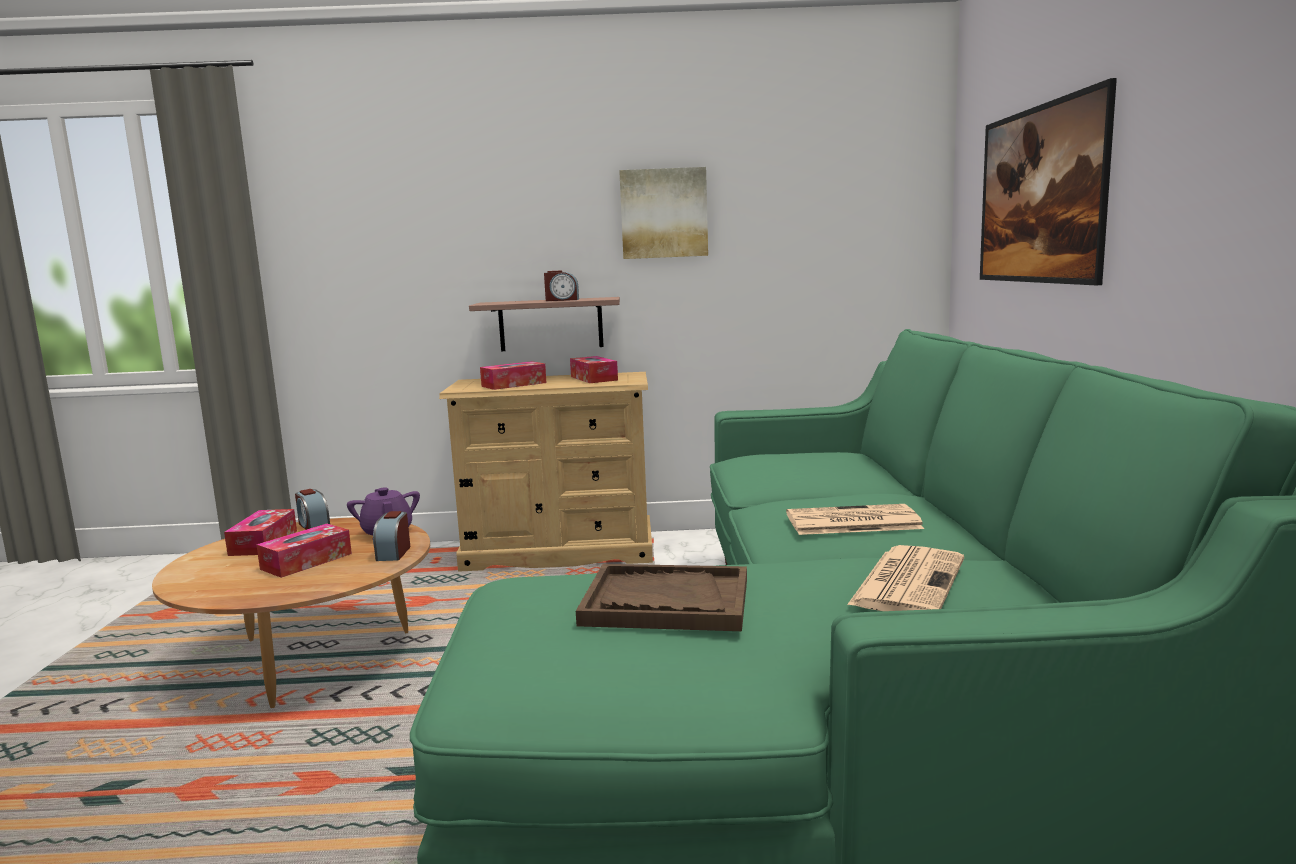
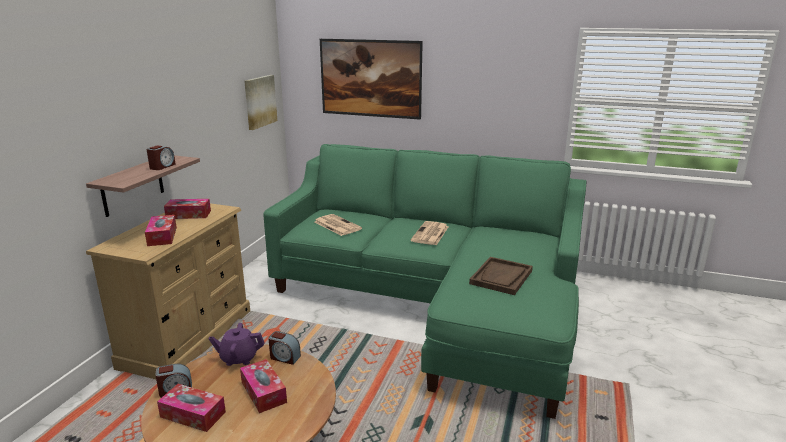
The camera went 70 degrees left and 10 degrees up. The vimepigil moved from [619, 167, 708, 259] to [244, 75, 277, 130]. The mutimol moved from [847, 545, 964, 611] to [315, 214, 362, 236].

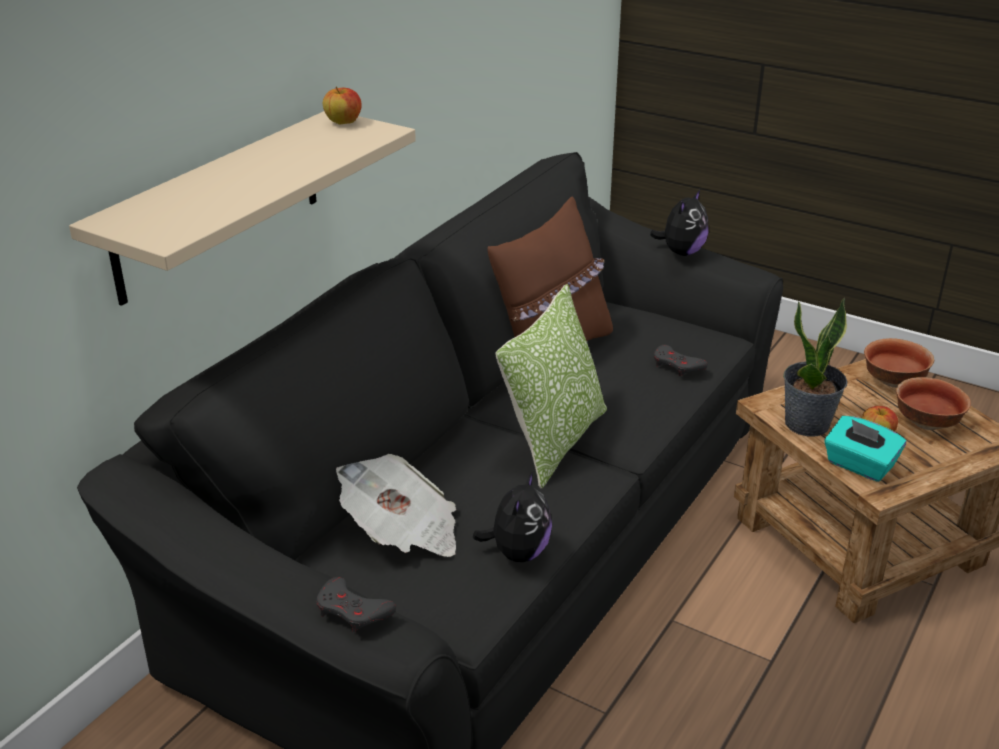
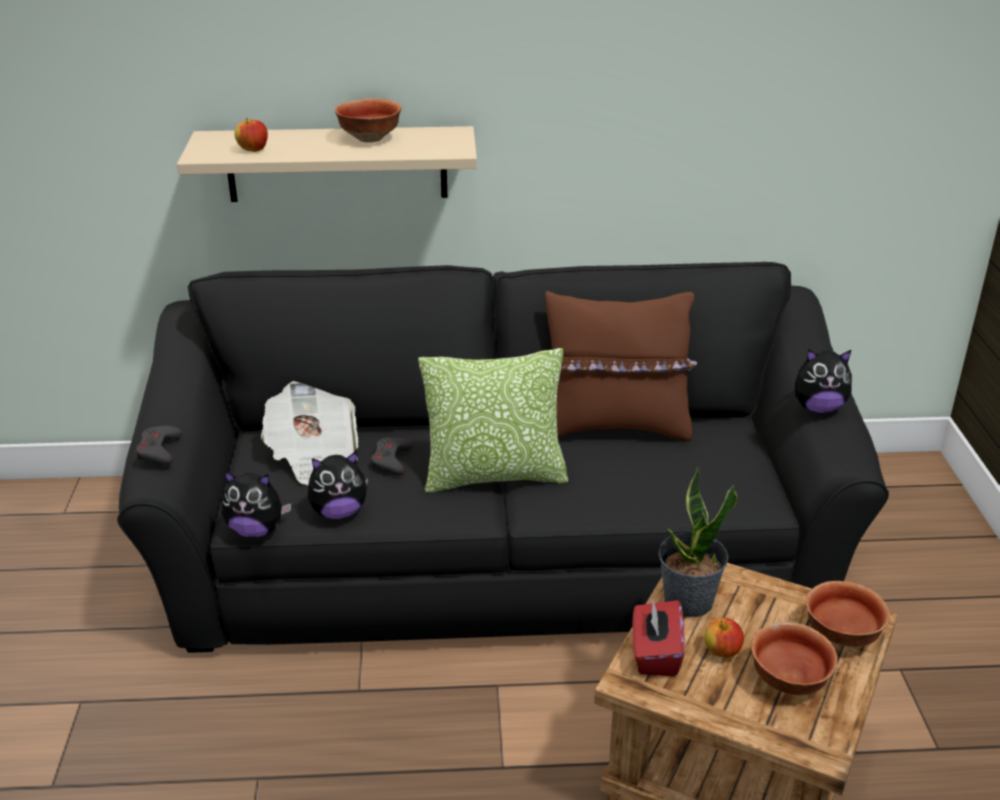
The camera went 55 degrees right and 0 degrees up. The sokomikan moved from [323, 87, 362, 124] to [234, 117, 268, 152]. The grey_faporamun moved from [654, 345, 708, 376] to [371, 437, 412, 476]. The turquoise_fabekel at [824, 416, 906, 482] became the red_fabekel at [632, 600, 685, 677]. The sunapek at [222, 471, 291, 537] appeared. The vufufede at [335, 98, 401, 143] appeared.

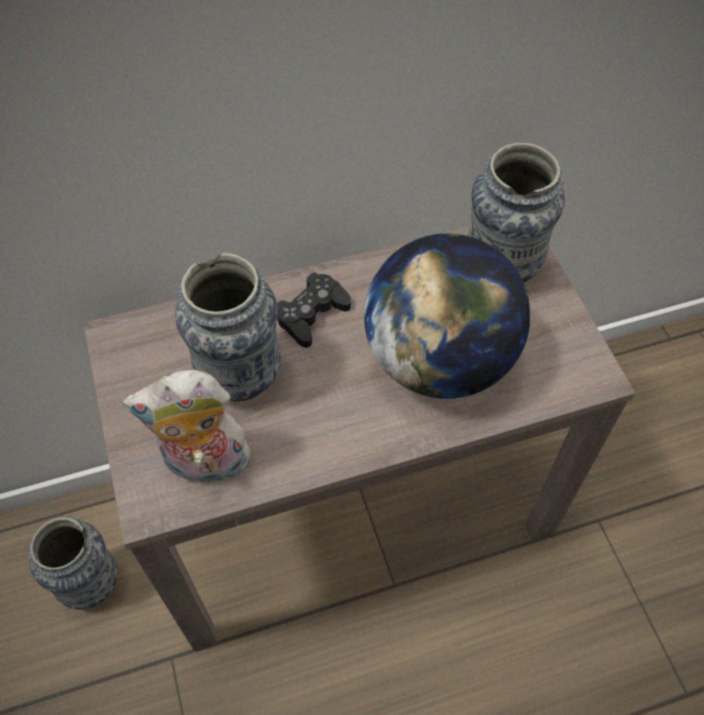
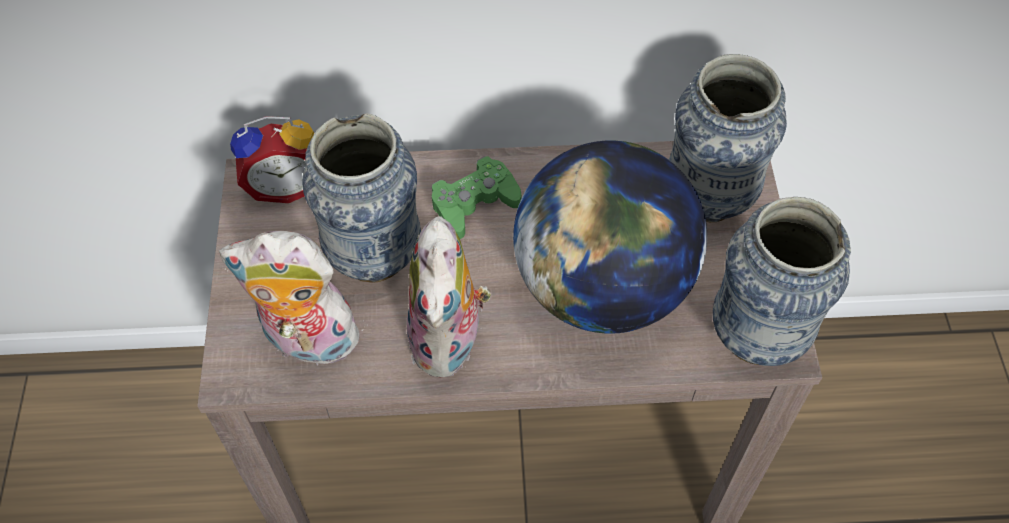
The camera went 15 degrees right and 0 degrees up. The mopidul moved from [28, 517, 118, 609] to [713, 197, 851, 366]. The black_faporamun at [277, 272, 351, 348] became the green_faporamun at [432, 156, 522, 239]. The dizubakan at [230, 116, 314, 203] appeared. The sunapek at [407, 216, 491, 378] appeared.

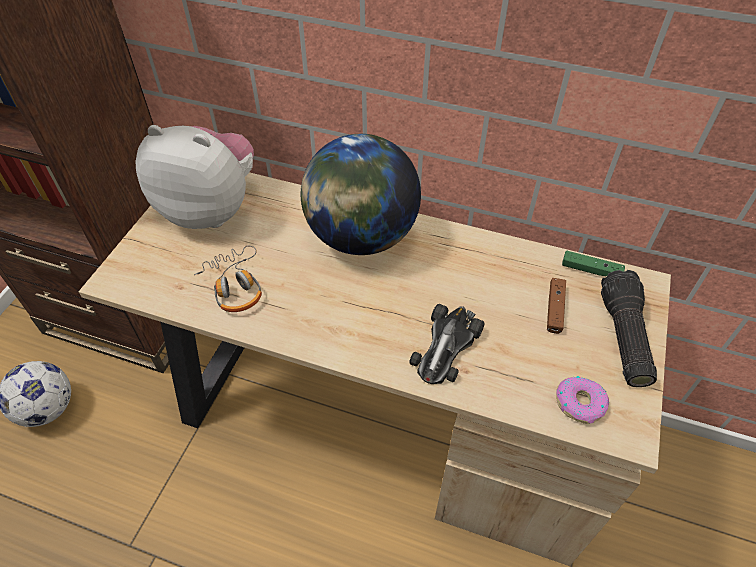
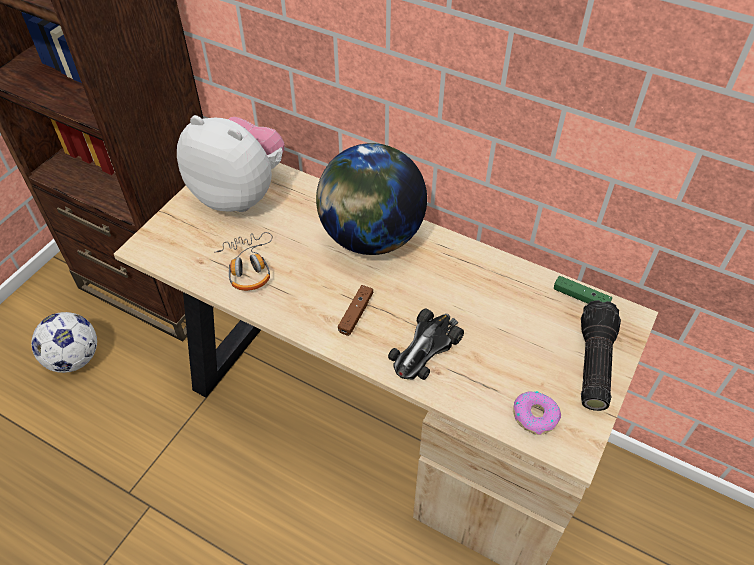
The camera went 10 degrees right and 0 degrees up. The brown_faporamun moved from [547, 278, 566, 334] to [338, 285, 373, 336].

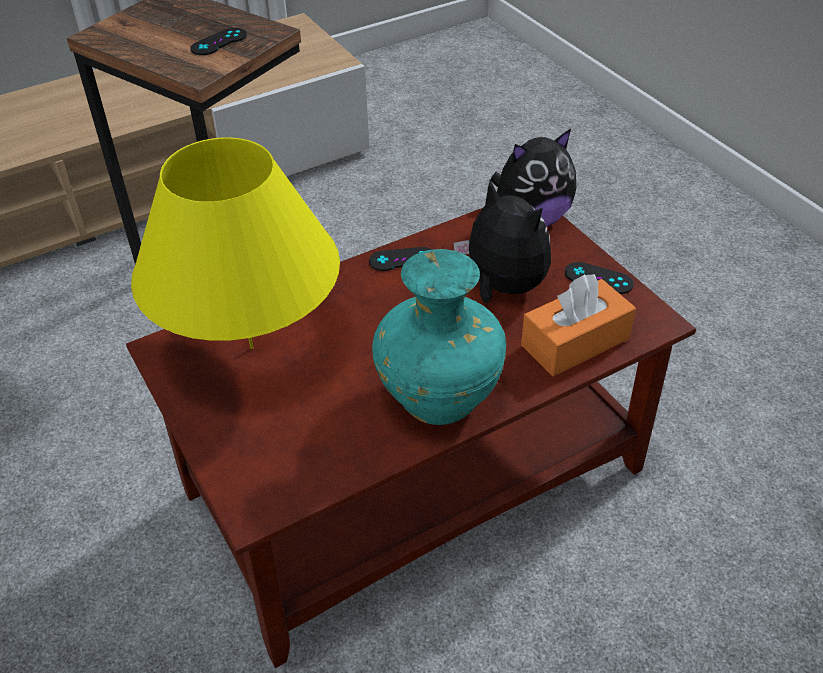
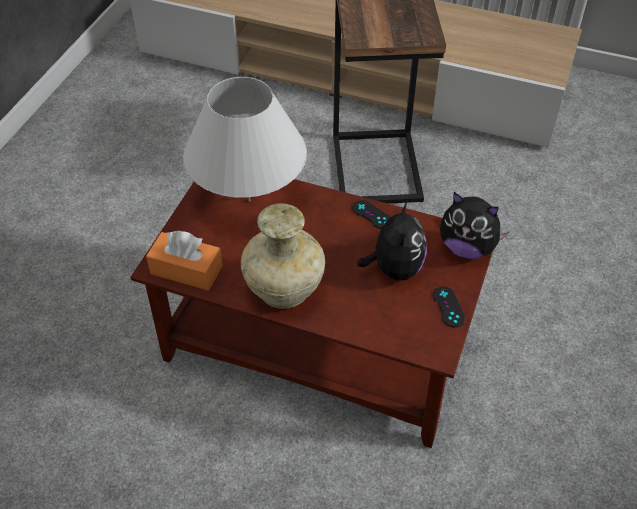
The camera went 50 degrees right and 5 degrees up. The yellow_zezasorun at [131, 137, 340, 349] became the white_zezasorun at [183, 77, 307, 201]. The black_faporamun at [190, 28, 247, 55] disappeared. The turquoise_mopidul at [372, 249, 506, 425] became the beige_mopidul at [241, 203, 325, 309]. The orange_fabekel moved from [521, 274, 636, 376] to [146, 231, 223, 291].

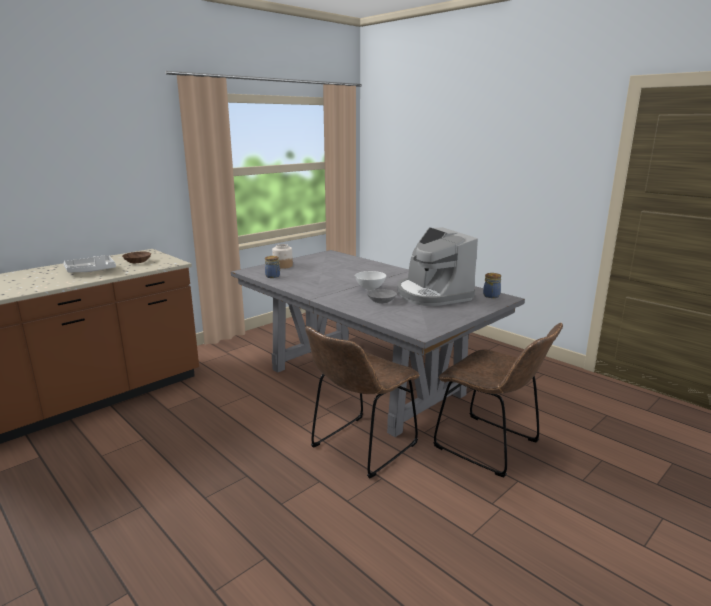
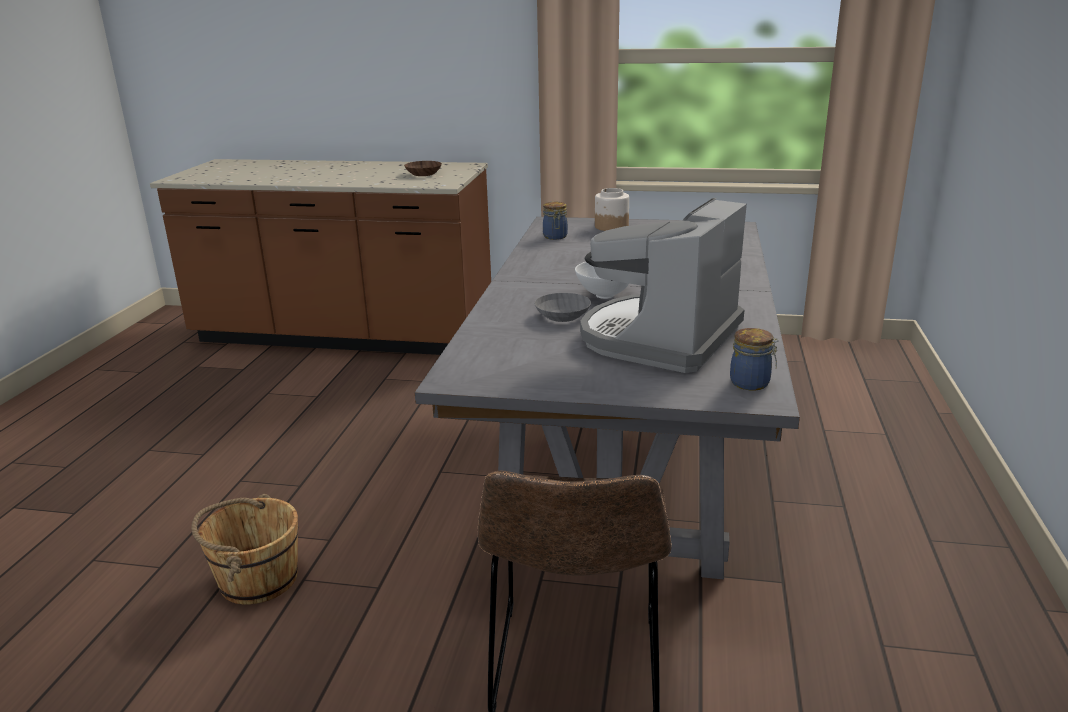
The camera went 55 degrees right and 5 degrees up. The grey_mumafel at [64, 255, 116, 272] disappeared. The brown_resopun at [305, 326, 420, 478] disappeared. The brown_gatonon at [191, 494, 298, 604] appeared.

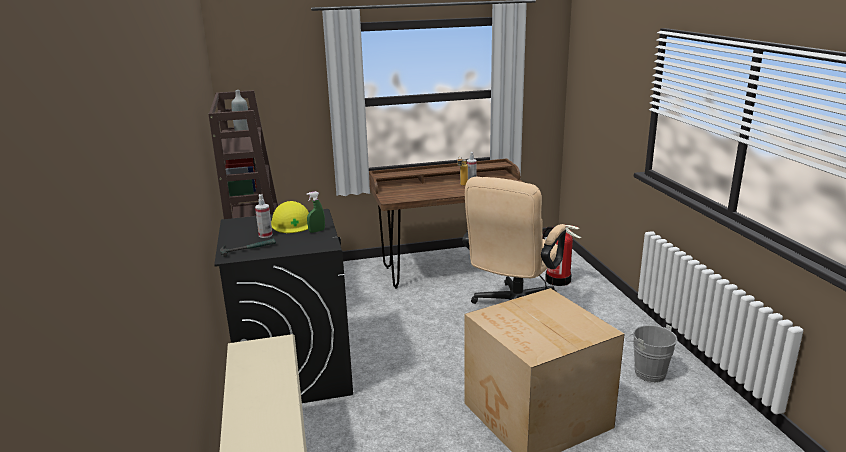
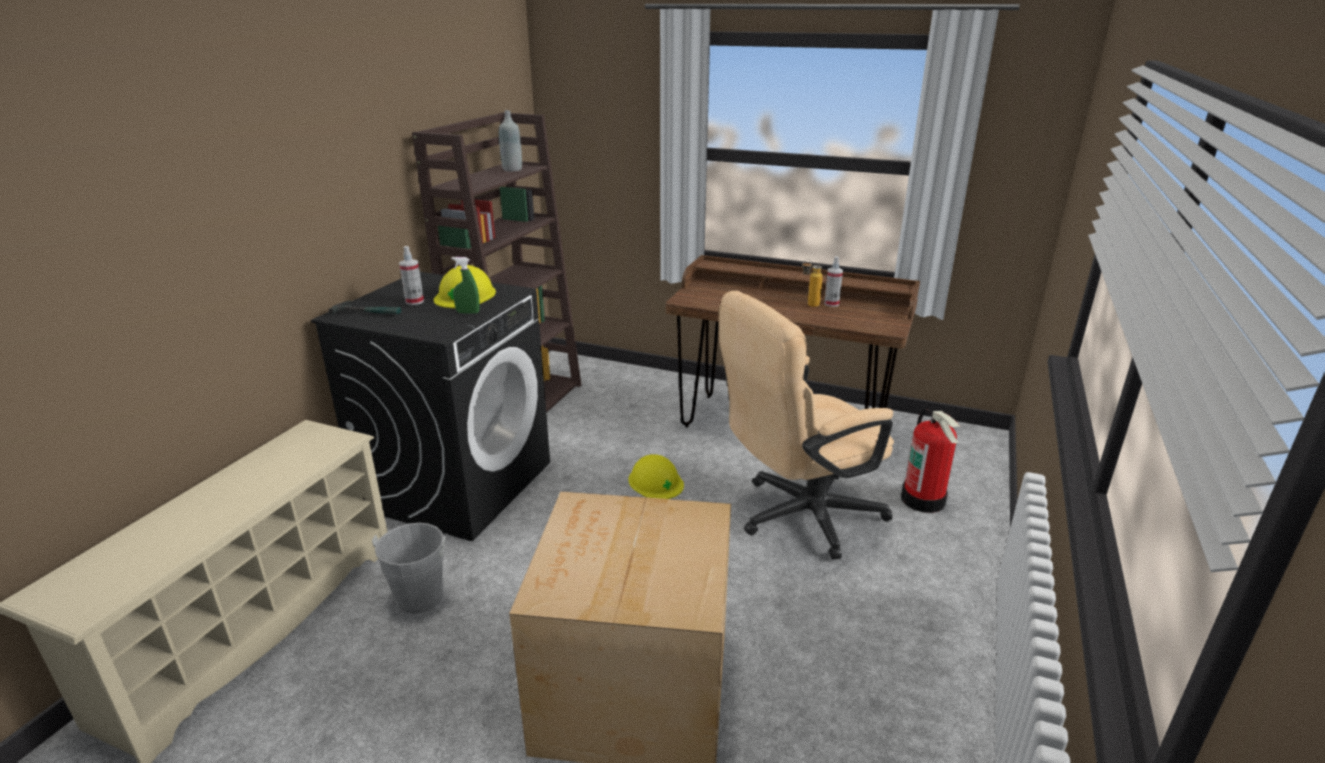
The camera went 35 degrees right and 5 degrees up. The grey_gatonon moved from [625, 324, 677, 383] to [372, 523, 450, 614]. The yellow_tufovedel at [628, 454, 684, 499] appeared.

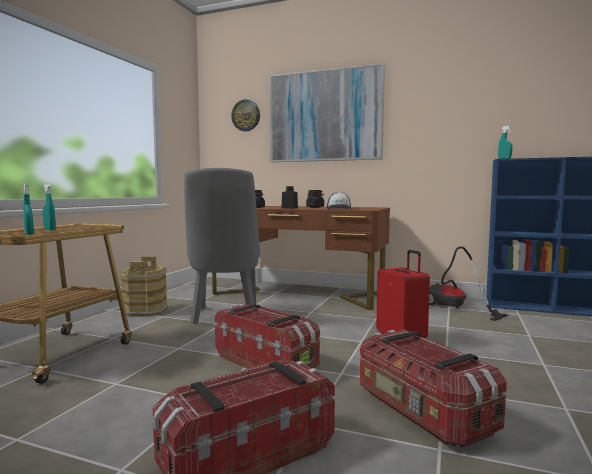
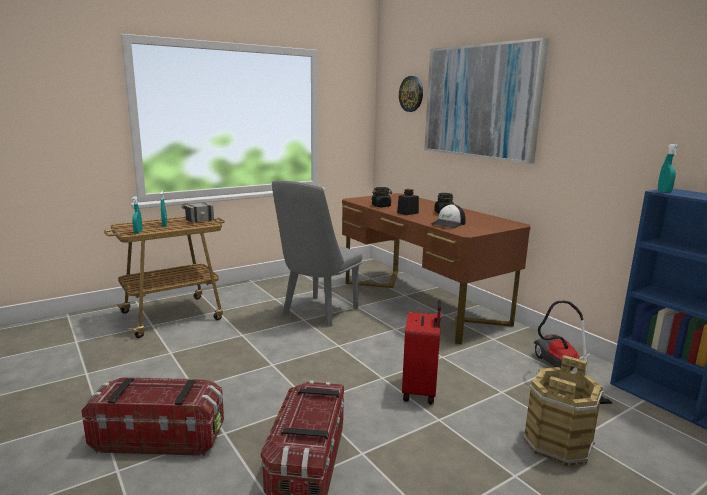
The camera went 35 degrees right and 10 degrees up. The brown_gatonon moved from [120, 256, 168, 317] to [523, 355, 604, 466]. The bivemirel at [215, 304, 320, 369] disappeared. The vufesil at [181, 203, 214, 223] appeared.

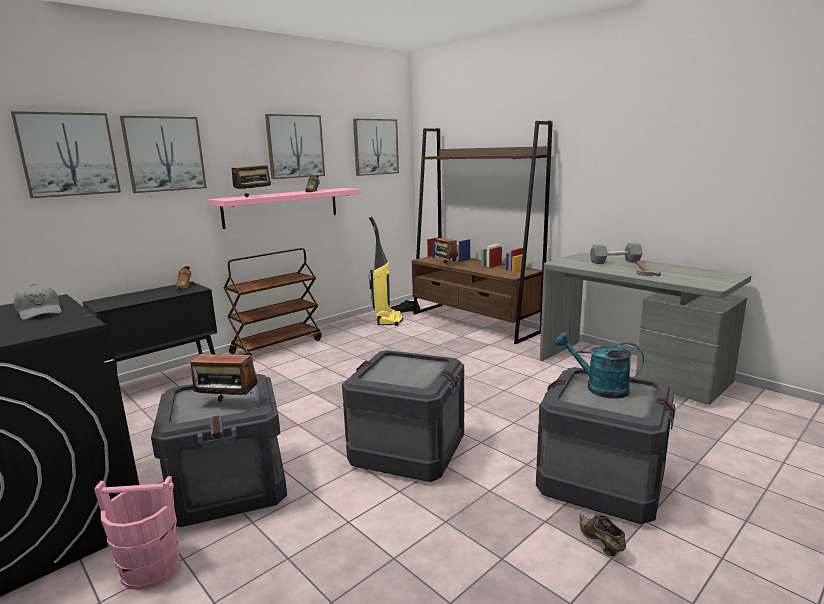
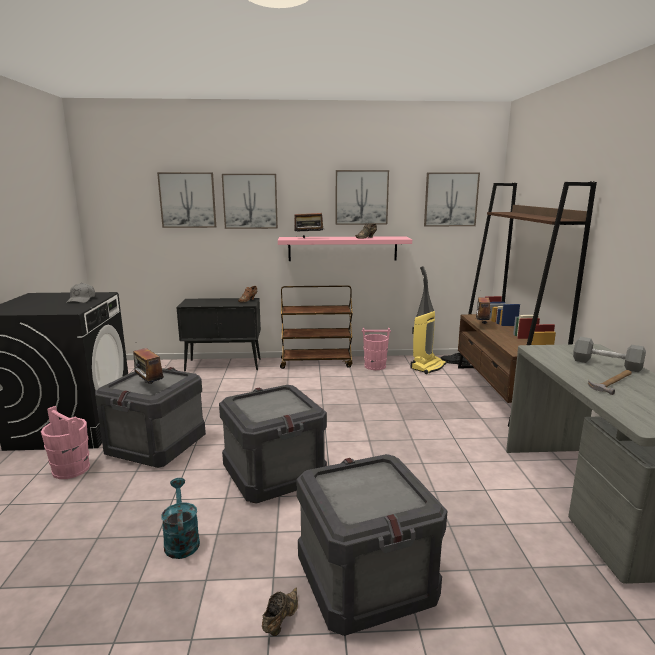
The camera went 40 degrees right and 0 degrees up. The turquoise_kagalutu moved from [555, 332, 644, 399] to [161, 478, 200, 559]. The pink_gatonon at [362, 328, 391, 370] appeared.

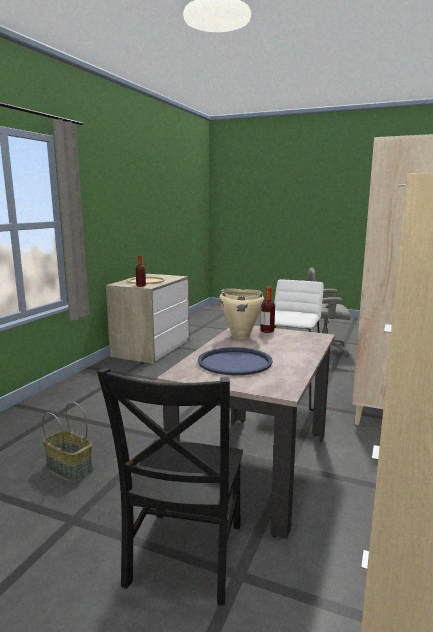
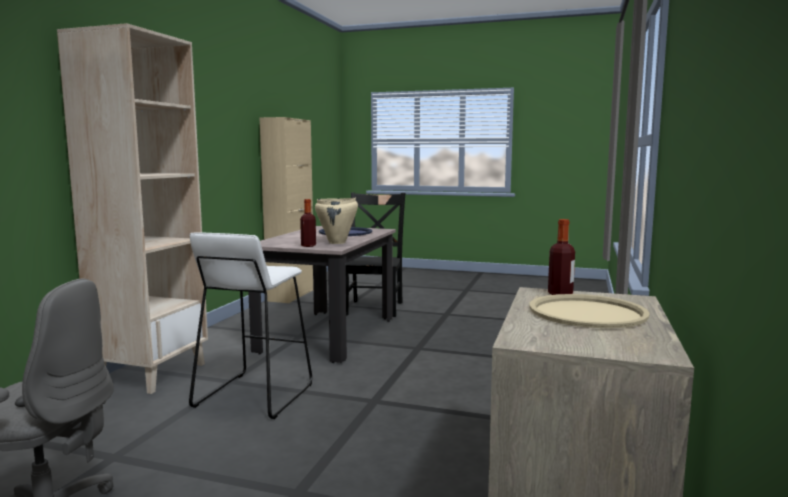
The camera went 175 degrees right and 5 degrees down. The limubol at [42, 402, 93, 481] disappeared.

